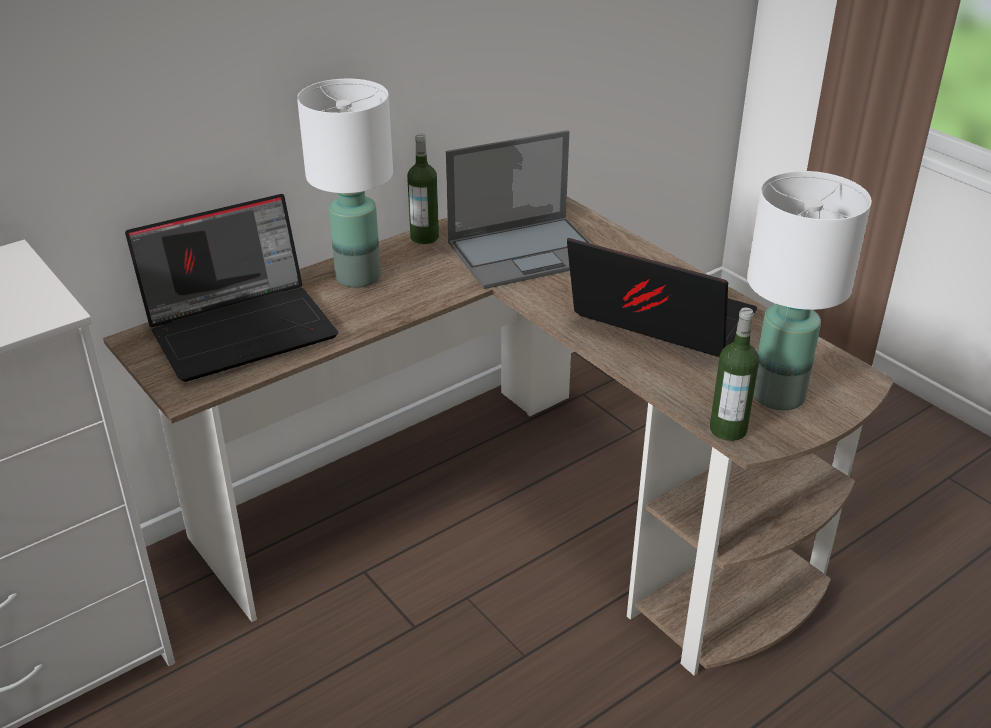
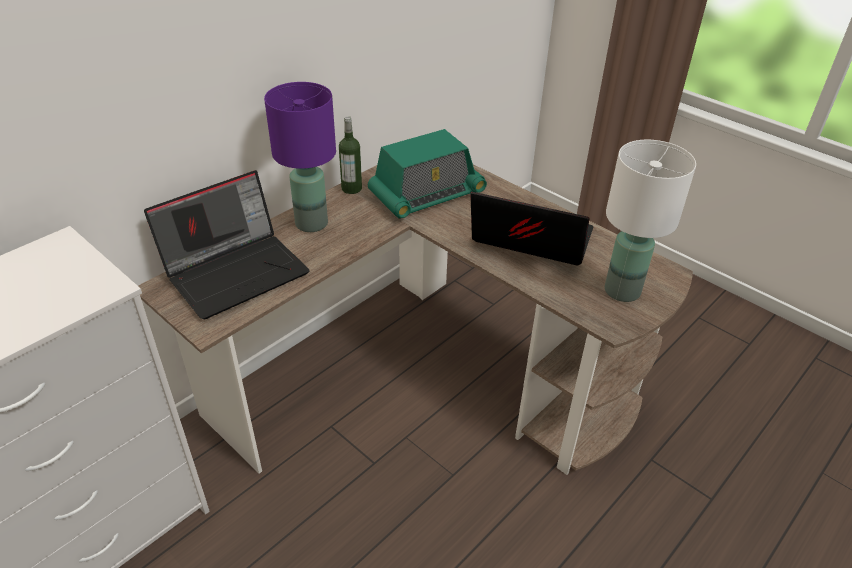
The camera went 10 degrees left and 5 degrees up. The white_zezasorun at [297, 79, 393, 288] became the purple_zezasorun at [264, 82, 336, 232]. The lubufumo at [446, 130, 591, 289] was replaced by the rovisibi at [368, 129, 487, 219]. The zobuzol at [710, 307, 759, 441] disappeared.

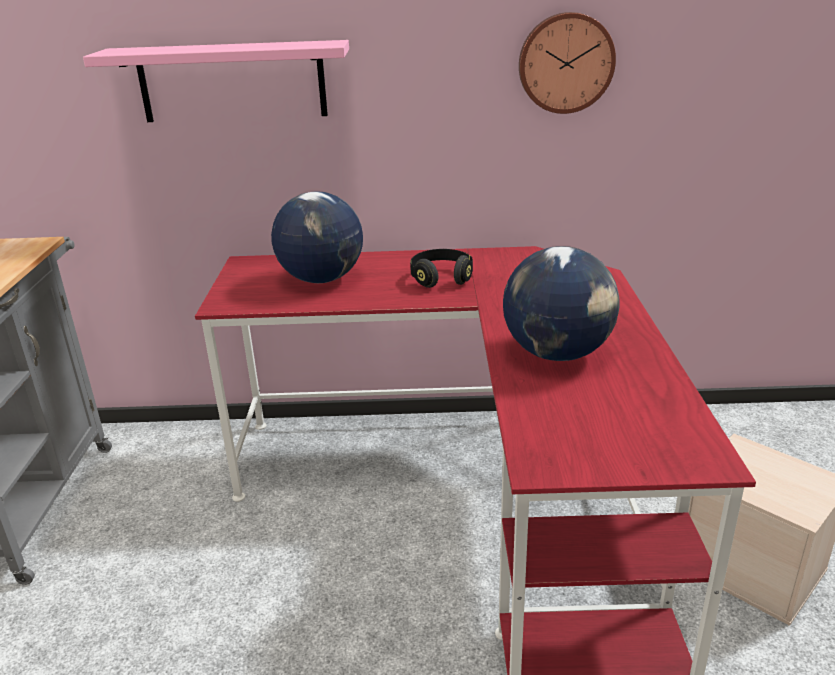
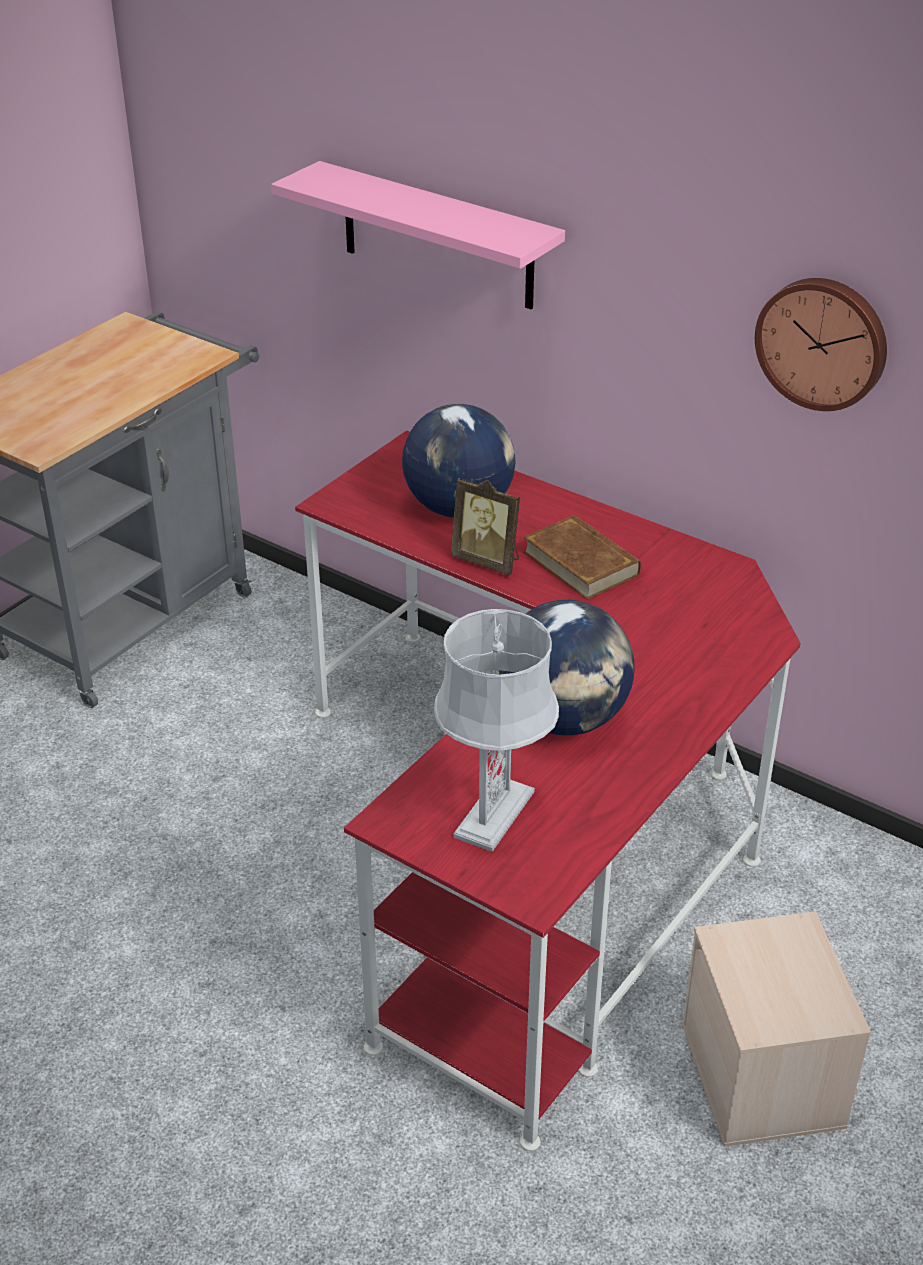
The camera went 35 degrees right and 10 degrees up. The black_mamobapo at [410, 249, 473, 288] was replaced by the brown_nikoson at [523, 515, 641, 600]. The grey_zezasorun at [434, 609, 559, 852] appeared. The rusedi at [451, 478, 520, 576] appeared.

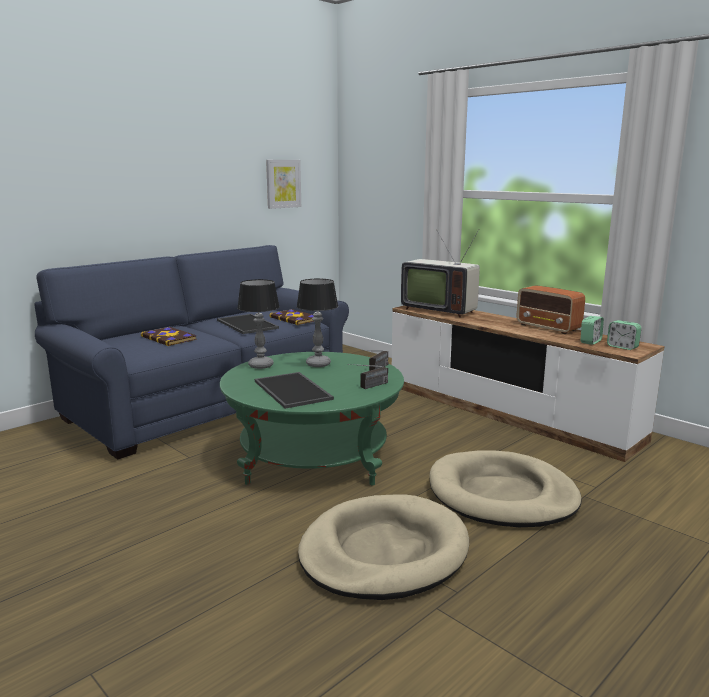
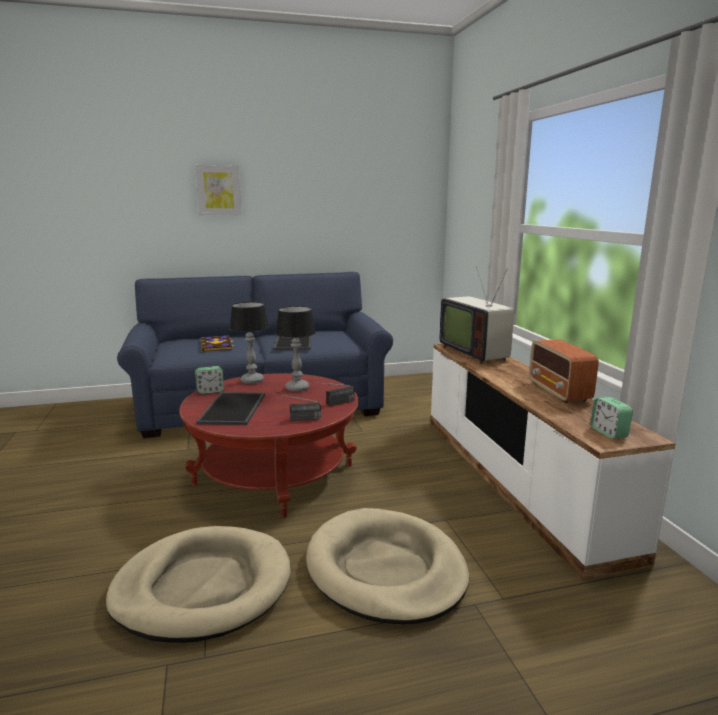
The camera went 30 degrees right and 0 degrees up. The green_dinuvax at [220, 352, 404, 485] became the red_dinuvax at [179, 373, 359, 518]. The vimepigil moved from [266, 160, 301, 209] to [195, 165, 242, 215]. The nikoson at [269, 309, 314, 325] disappeared. The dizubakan moved from [581, 316, 604, 345] to [195, 366, 224, 394].

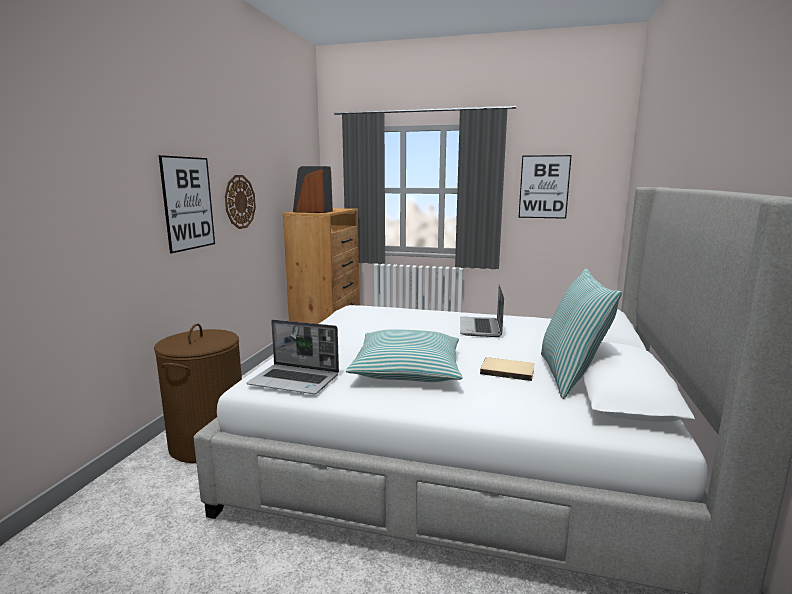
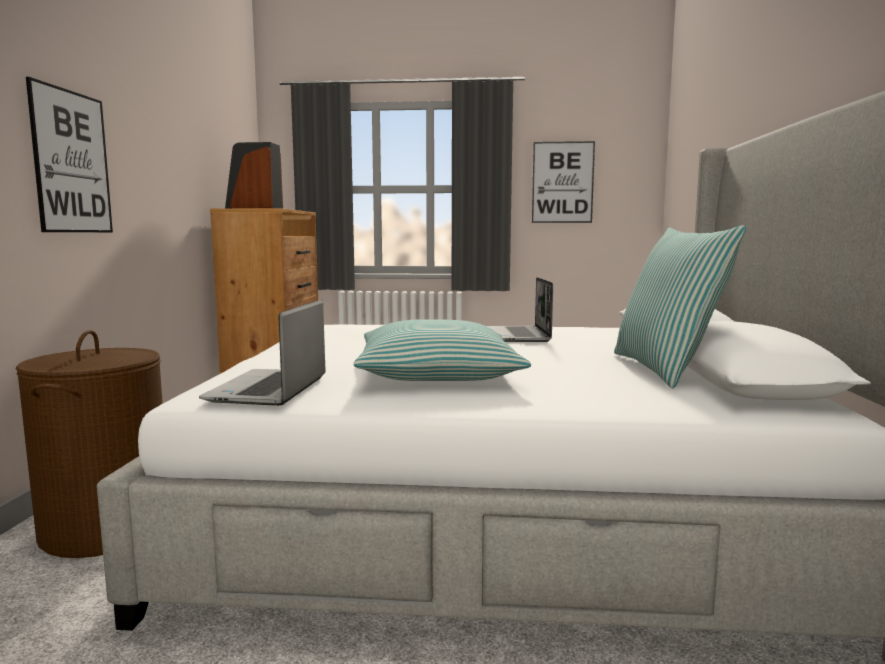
The camera went 10 degrees left and 5 degrees down. The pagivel at [225, 175, 256, 229] disappeared. The lubufumo at [247, 319, 339, 394] turned 90 degrees clockwise. The beige_nikoson at [480, 357, 534, 381] disappeared.

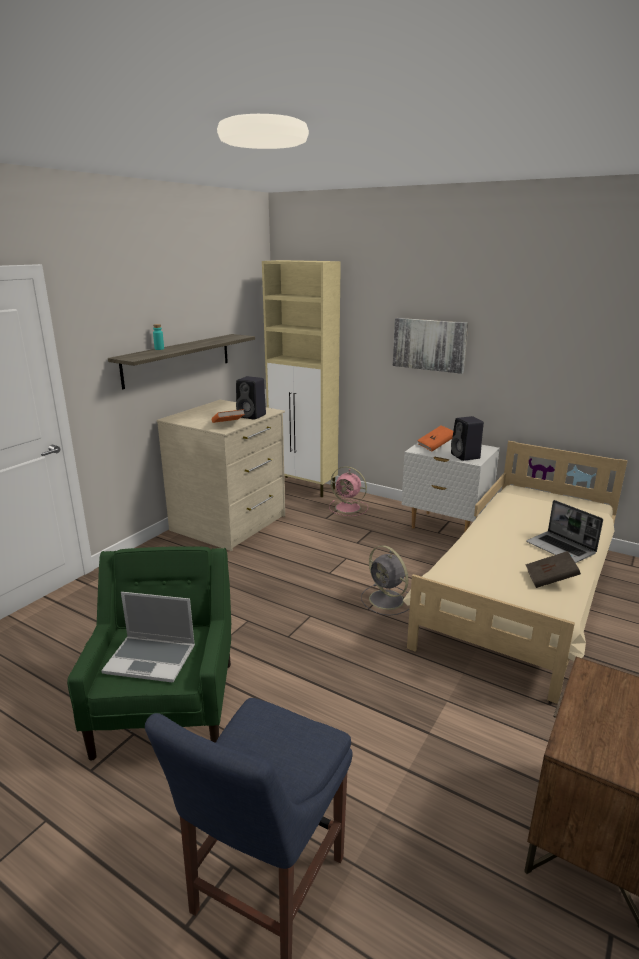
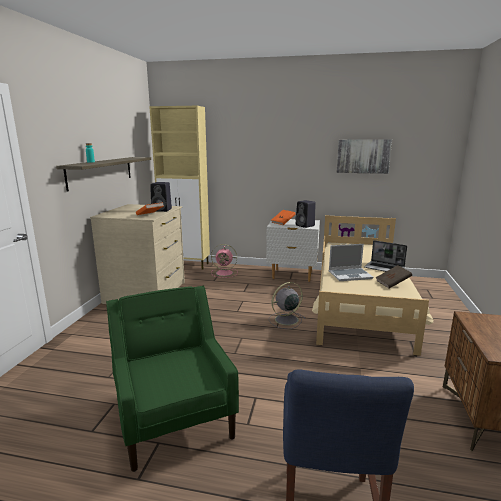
The camera went 20 degrees left and 5 degrees down. The lubufumo moved from [101, 592, 195, 682] to [329, 244, 373, 281]. The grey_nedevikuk at [361, 545, 410, 616] turned 120 degrees clockwise. The vimepigil moved from [393, 318, 468, 374] to [337, 139, 392, 174].

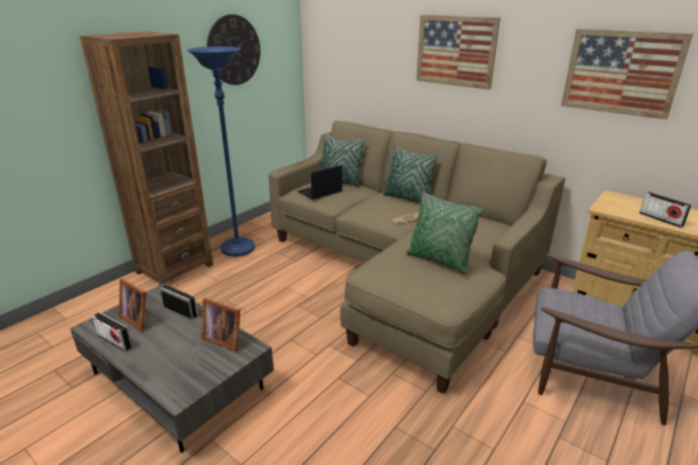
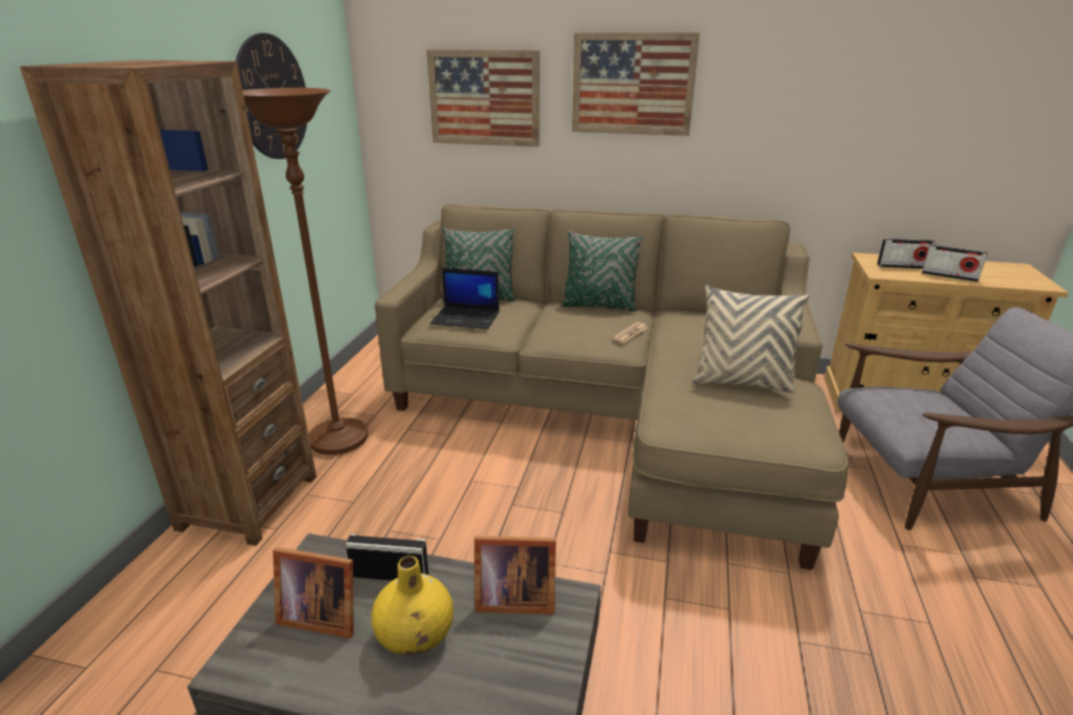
The camera went 25 degrees left and 0 degrees up. The rovisibi moved from [92, 312, 133, 352] to [877, 238, 937, 269]. The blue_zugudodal at [187, 47, 255, 257] became the brown_zugudodal at [242, 88, 368, 455]. The lubufumo at [298, 165, 342, 200] turned 105 degrees counterclockwise. The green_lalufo at [406, 191, 484, 274] became the beige_lalufo at [692, 285, 809, 393]. The vimepigil moved from [561, 28, 694, 120] to [426, 49, 540, 147]. The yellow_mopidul at [371, 556, 454, 655] appeared.

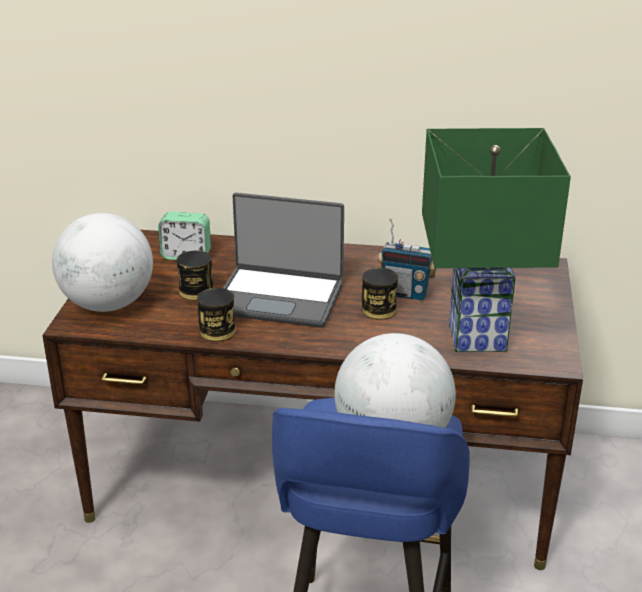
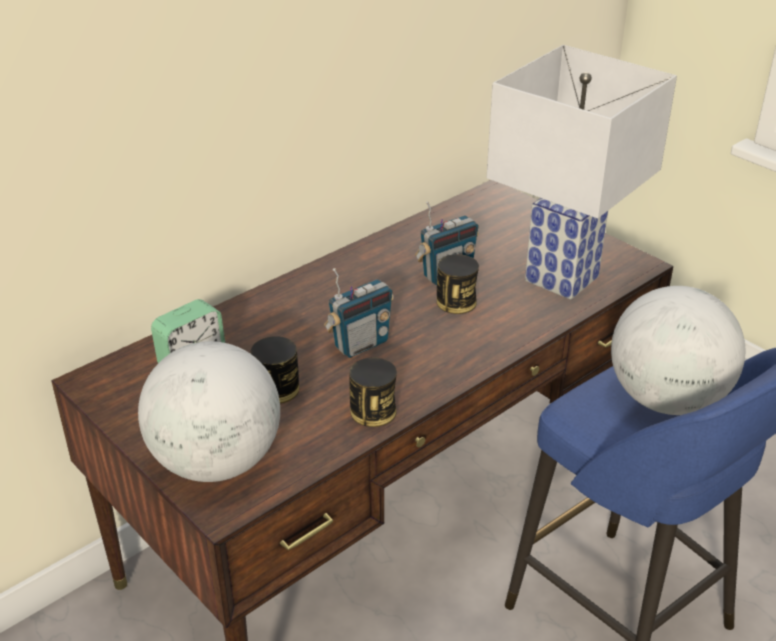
The camera went 50 degrees left and 5 degrees up. The lubufumo at [223, 193, 344, 328] was replaced by the rovisibi at [324, 268, 394, 358]. The green_zezasorun at [422, 128, 571, 352] became the white_zezasorun at [487, 45, 677, 299].

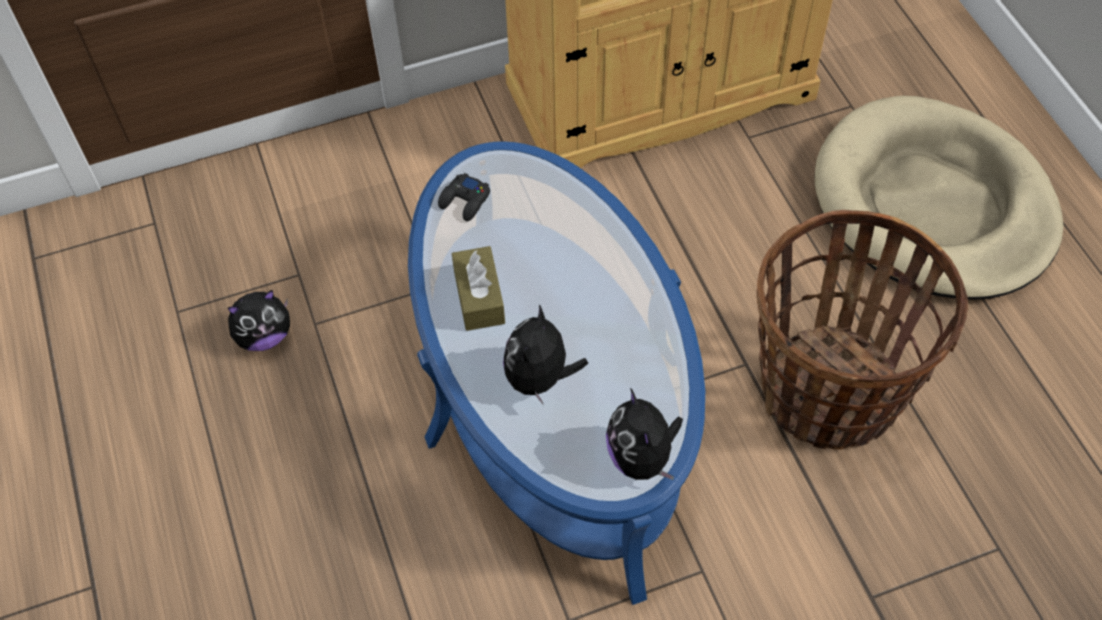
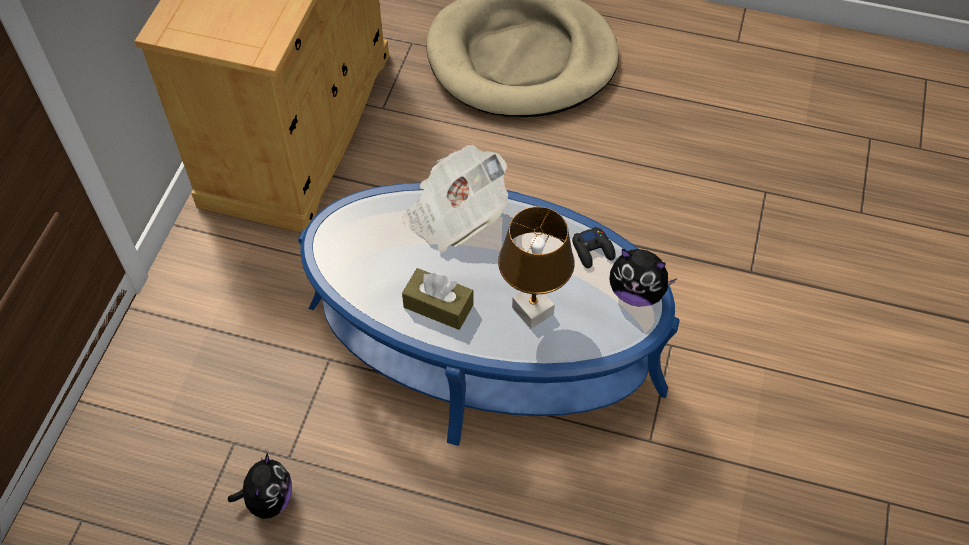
The camera went 55 degrees left and 0 degrees up. The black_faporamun moved from [438, 173, 490, 221] to [572, 227, 615, 268]. The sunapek at [503, 304, 588, 406] was replaced by the brown_zezasorun at [498, 207, 575, 329]. The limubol at [757, 210, 968, 450] disappeared. The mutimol at [402, 145, 508, 253] appeared.

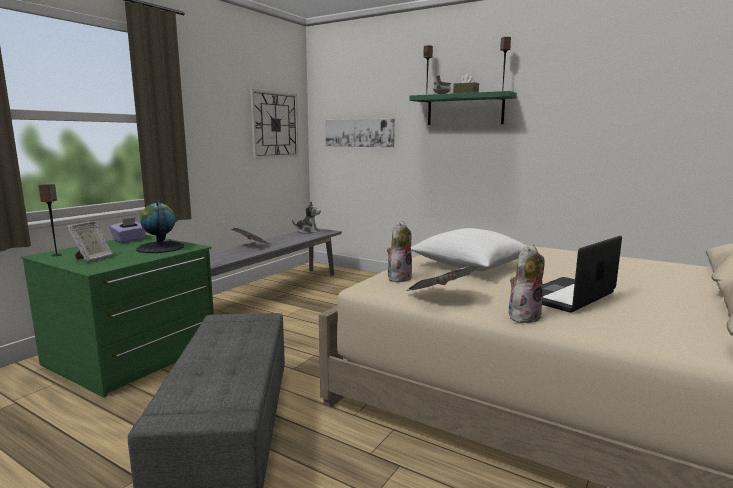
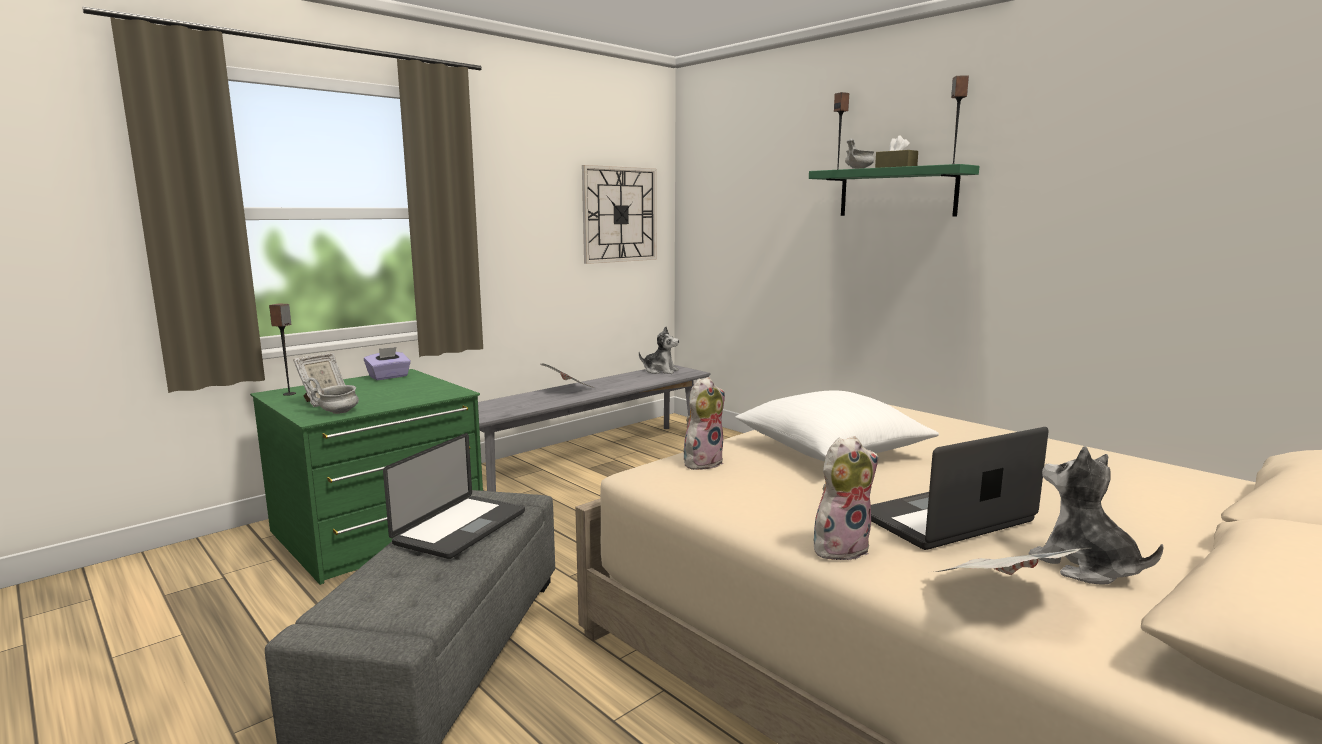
The camera went 15 degrees right and 0 degrees up. The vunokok at [136, 200, 184, 253] disappeared. The vimepigil at [325, 119, 395, 147] disappeared. The mutimol moved from [406, 266, 478, 291] to [934, 548, 1090, 575]. The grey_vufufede at [303, 377, 359, 414] appeared. The lubufumo at [383, 433, 525, 559] appeared. The sunapek at [1029, 446, 1164, 585] appeared.

